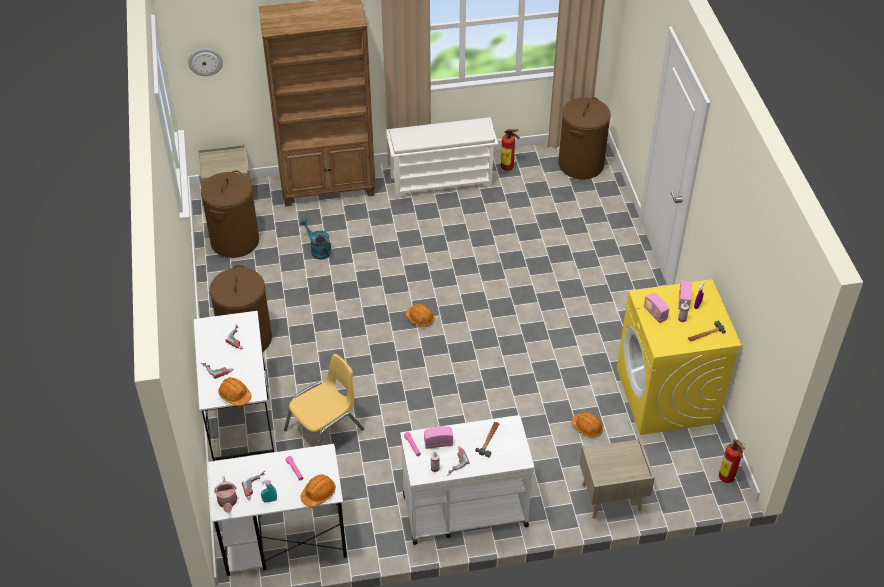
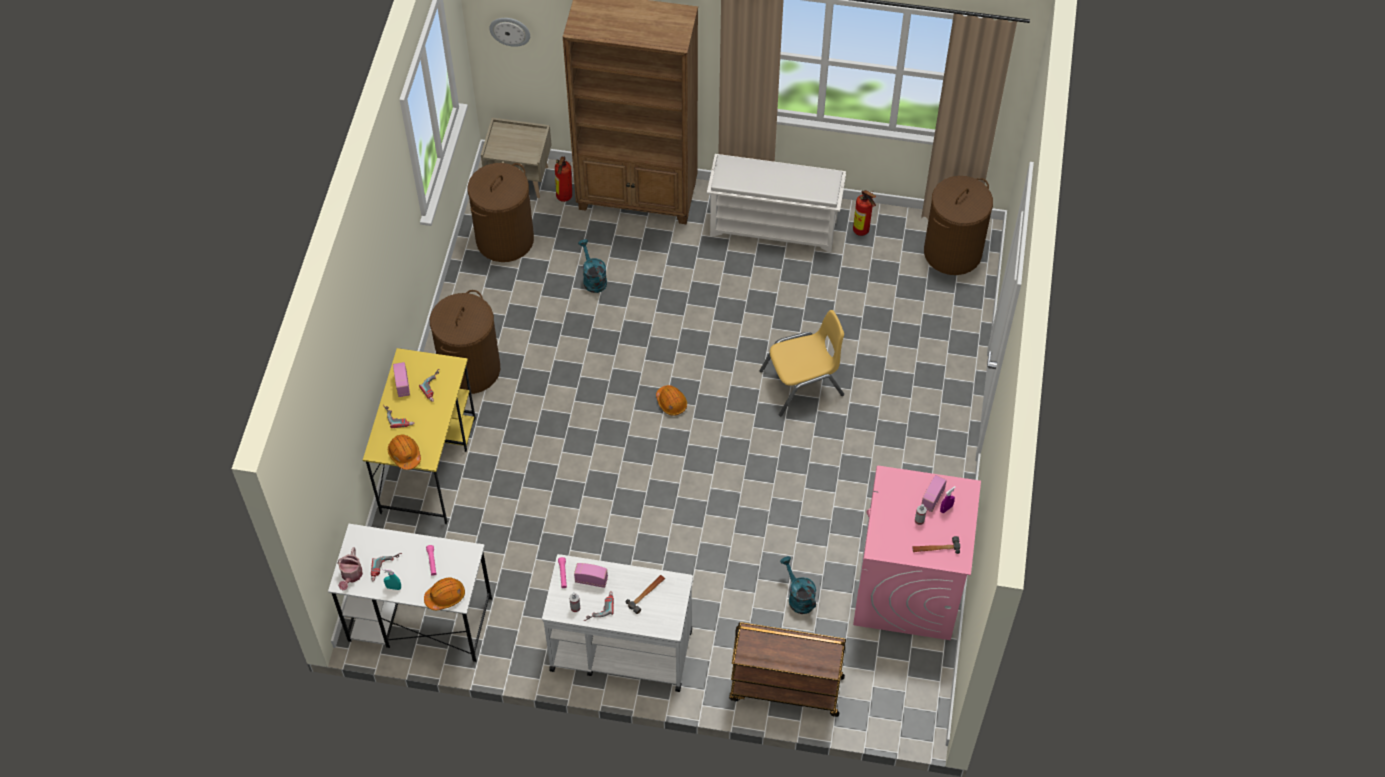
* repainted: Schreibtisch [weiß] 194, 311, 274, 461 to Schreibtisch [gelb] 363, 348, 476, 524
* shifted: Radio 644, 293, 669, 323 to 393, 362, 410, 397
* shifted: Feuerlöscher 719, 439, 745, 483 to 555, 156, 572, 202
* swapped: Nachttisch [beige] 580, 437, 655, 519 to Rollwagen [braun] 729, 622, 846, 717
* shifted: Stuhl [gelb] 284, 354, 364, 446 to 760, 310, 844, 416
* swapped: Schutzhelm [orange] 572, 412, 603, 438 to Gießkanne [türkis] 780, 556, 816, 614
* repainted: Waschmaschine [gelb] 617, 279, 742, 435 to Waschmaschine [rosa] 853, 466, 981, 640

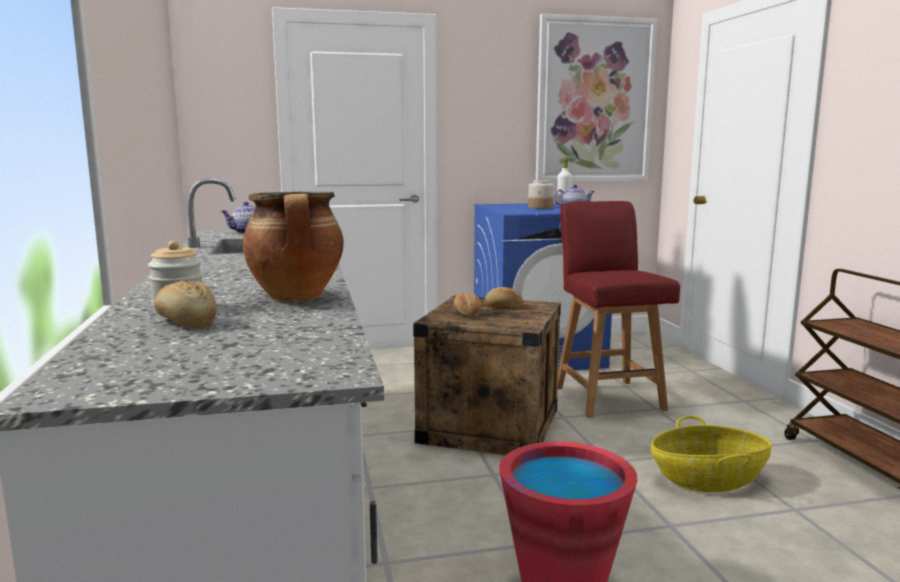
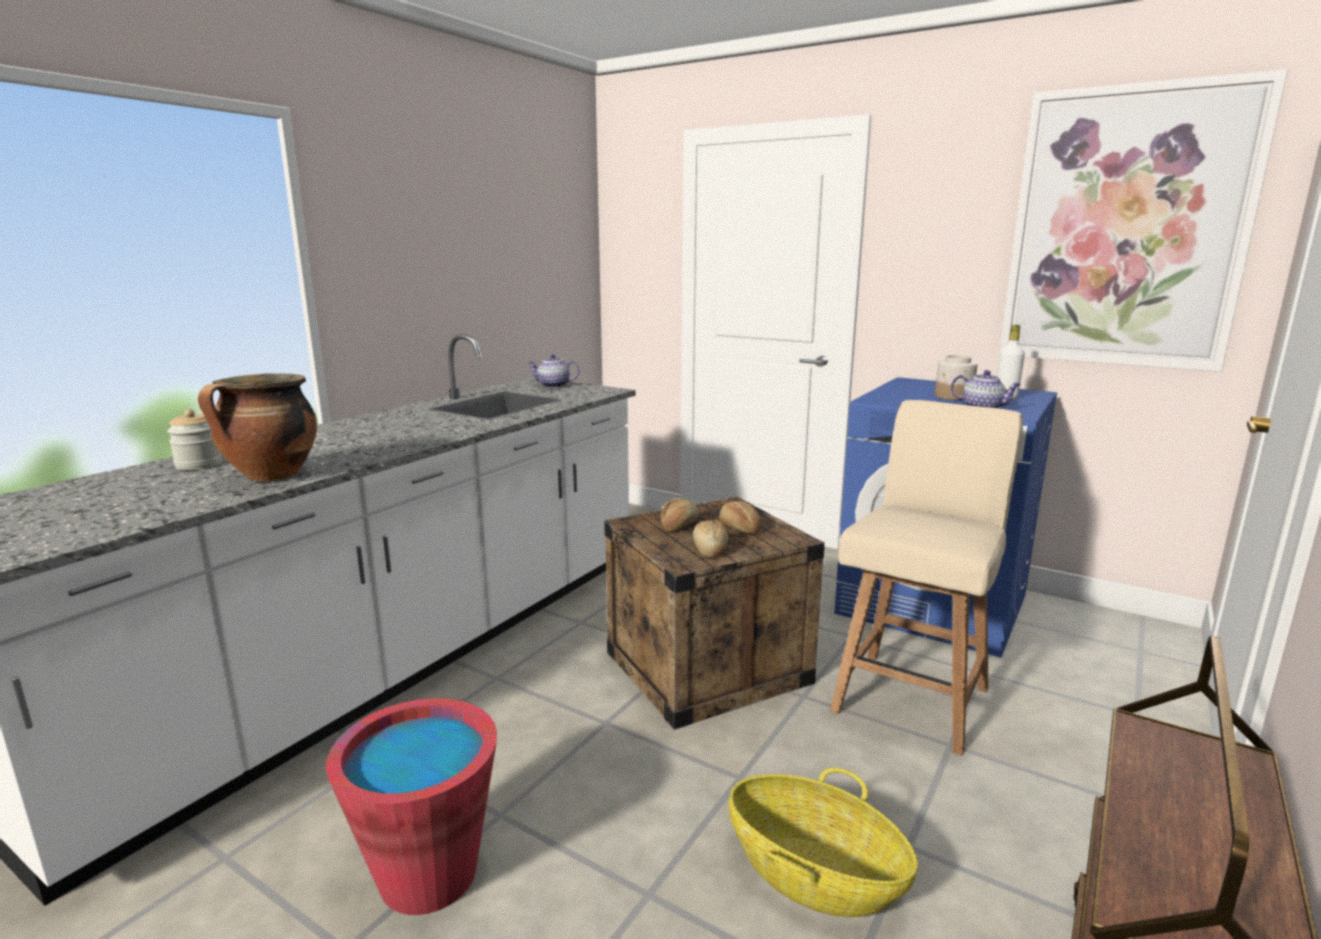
* shifted: Brot 154, 280, 217, 329 to 693, 520, 728, 558
* repainted: Stuhl [rot] 558, 201, 680, 418 to Stuhl [beige] 830, 400, 1023, 756

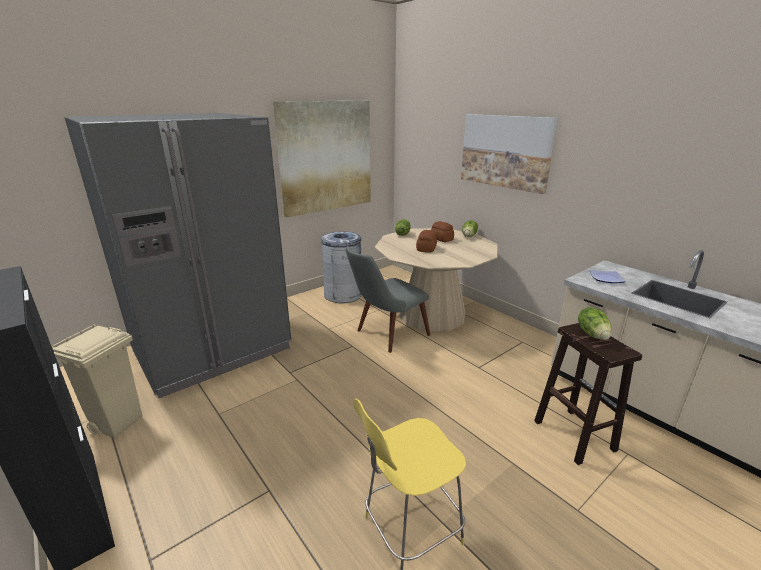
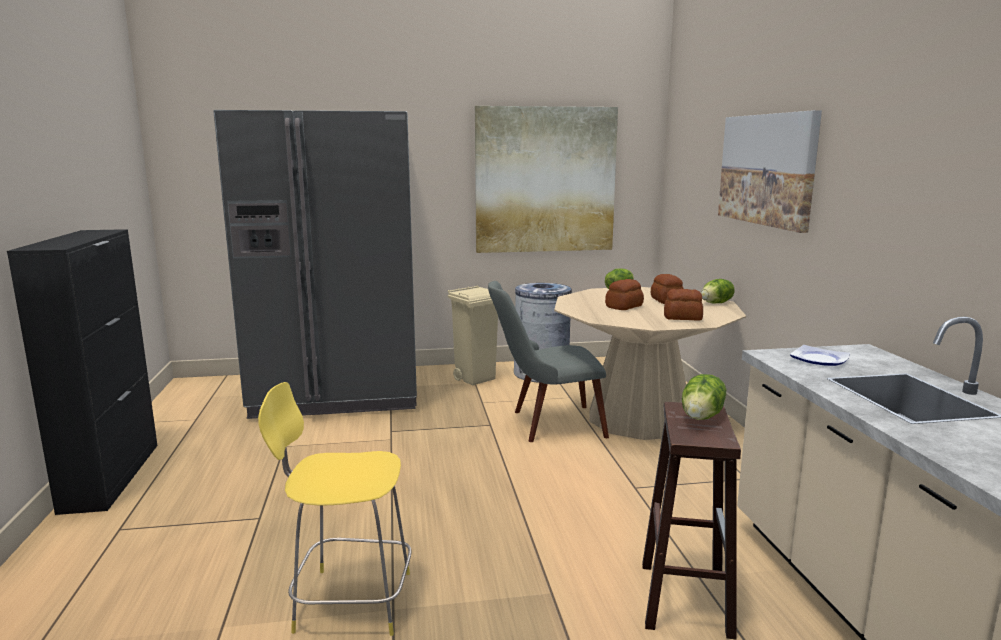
* shifted: Mülleimer [beige] 51, 324, 142, 438 to 448, 285, 498, 386
* new: Brot 664, 289, 703, 321

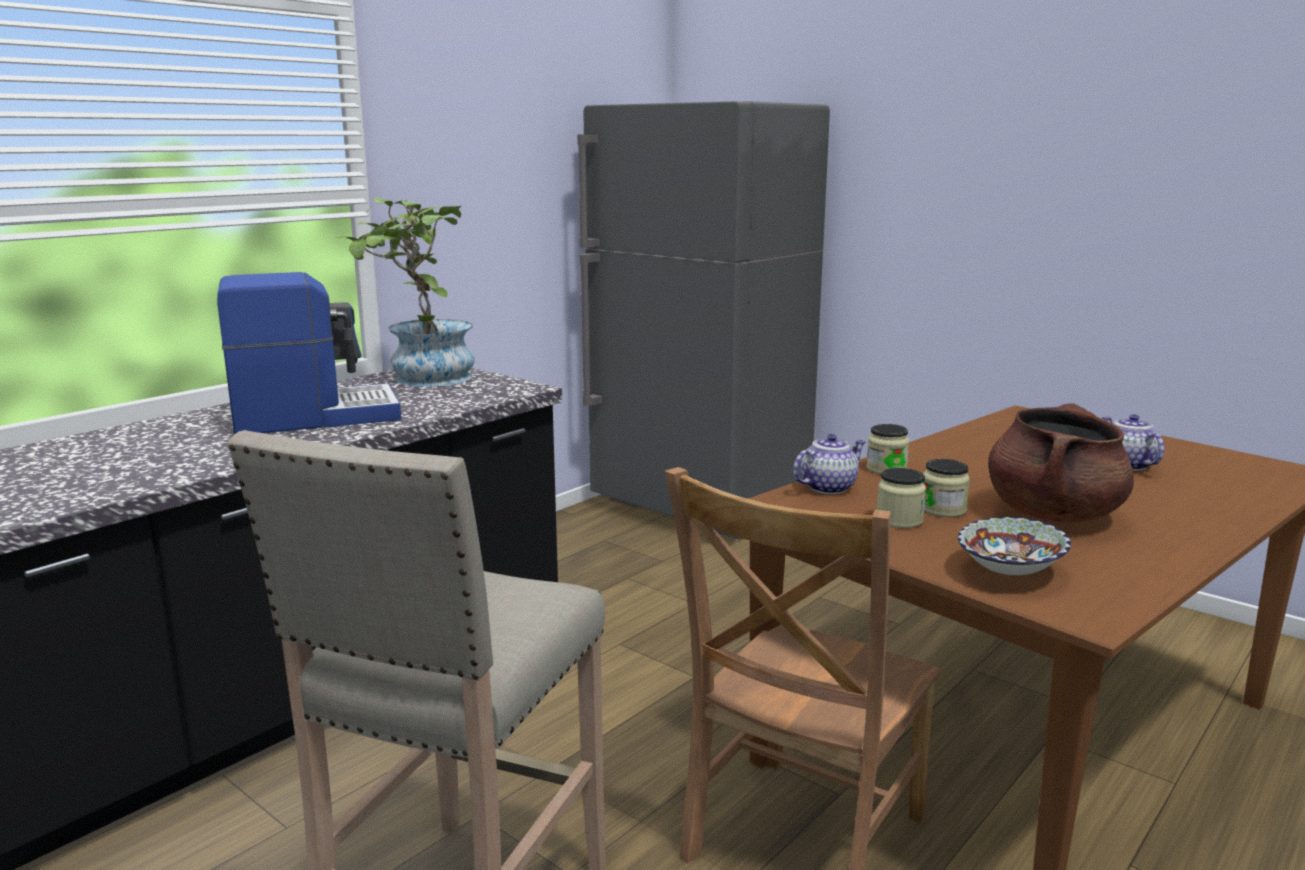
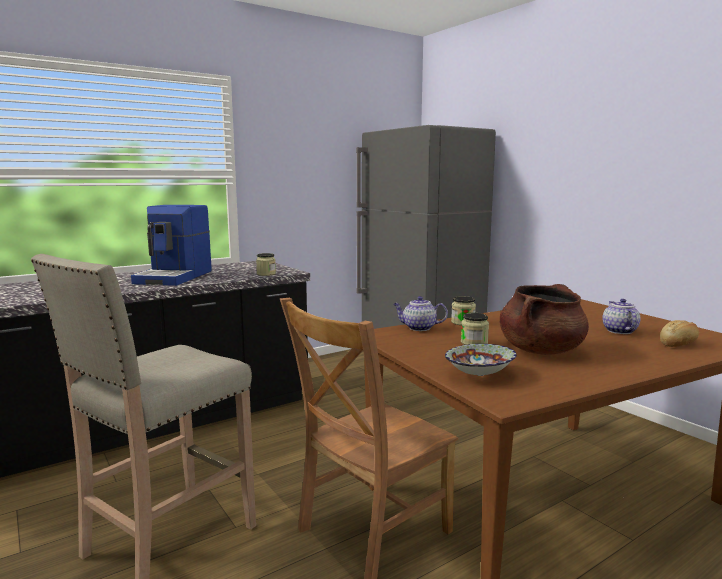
* rotated: Kaffeemaschine 217, 272, 401, 434 = 131, 205, 212, 286 105 degrees clockwise
* shifted: Vorratsglas 877, 468, 926, 528 to 256, 253, 276, 276
* rotated: Teekanne 793, 434, 865, 494 = 393, 296, 448, 331 150 degrees counterclockwise
* new: Brot 660, 320, 699, 347
* gone: Topfpflanze 335, 197, 475, 387

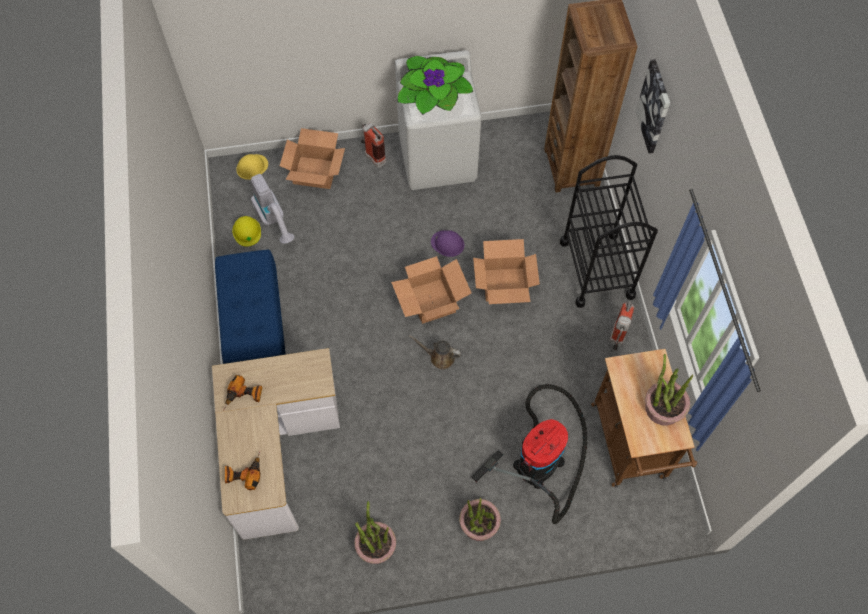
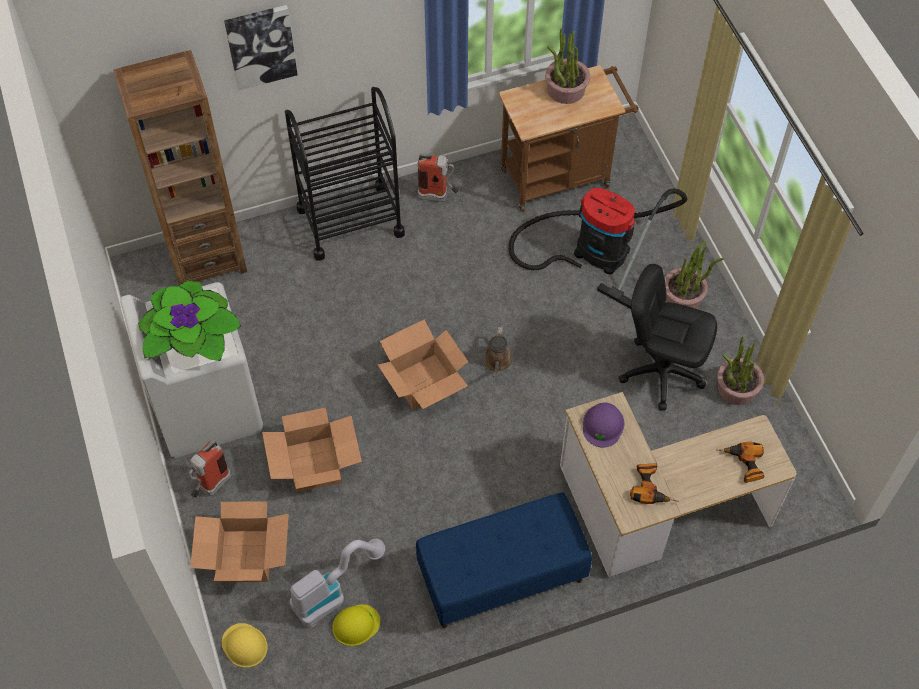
* shifted: Karton 473, 239, 540, 304 to 262, 407, 362, 492
* shifted: Schutzhelm [lila] 431, 230, 464, 257 to 583, 403, 625, 447
* new: Bürostuhl [schwarz] 619, 264, 717, 411

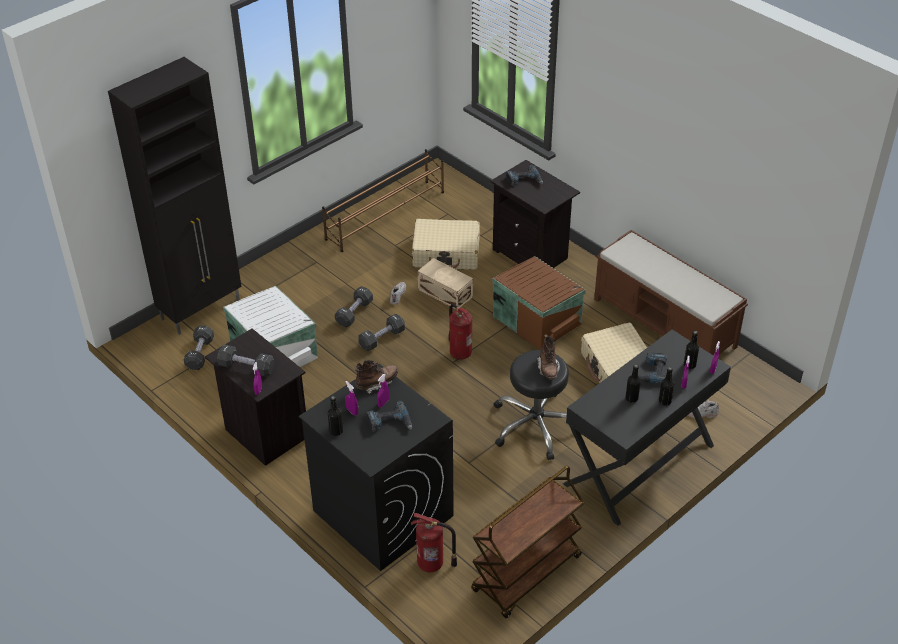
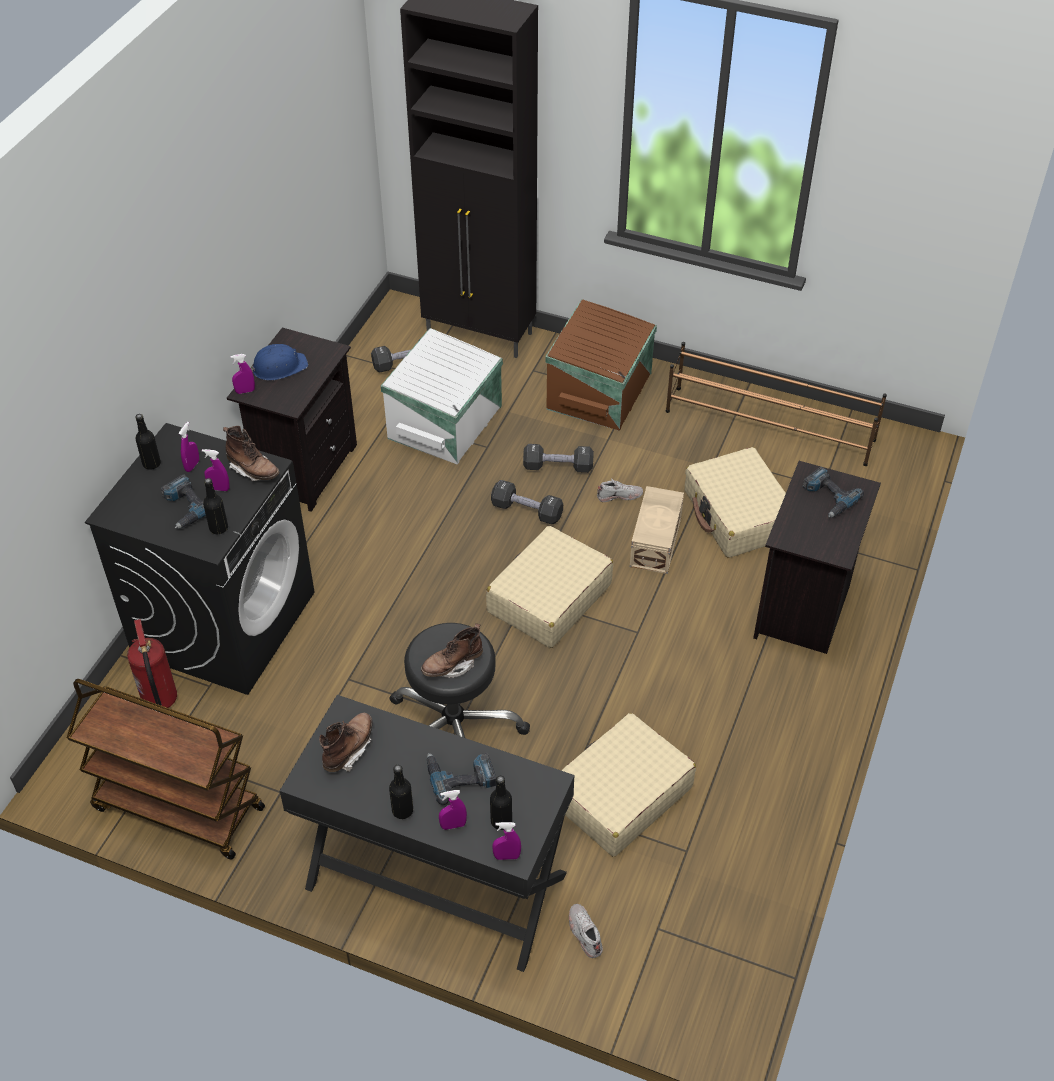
* shifted: Flasche [schwarz] 625, 364, 641, 403 to 203, 478, 228, 534
* swapped: Hantel [schwarz] 216, 345, 274, 376 to Schutzhelm [blau] 250, 344, 308, 380
* new: Stiefel [braun] 319, 713, 372, 772
* swapped: Feuerlöscher 448, 304, 472, 360 to Koffer [beige] 486, 526, 613, 648
* shifted: Aufbewahrungsbox [braun] 492, 256, 586, 350 to 545, 299, 657, 431
* gone: Bank [braun] 594, 230, 748, 356

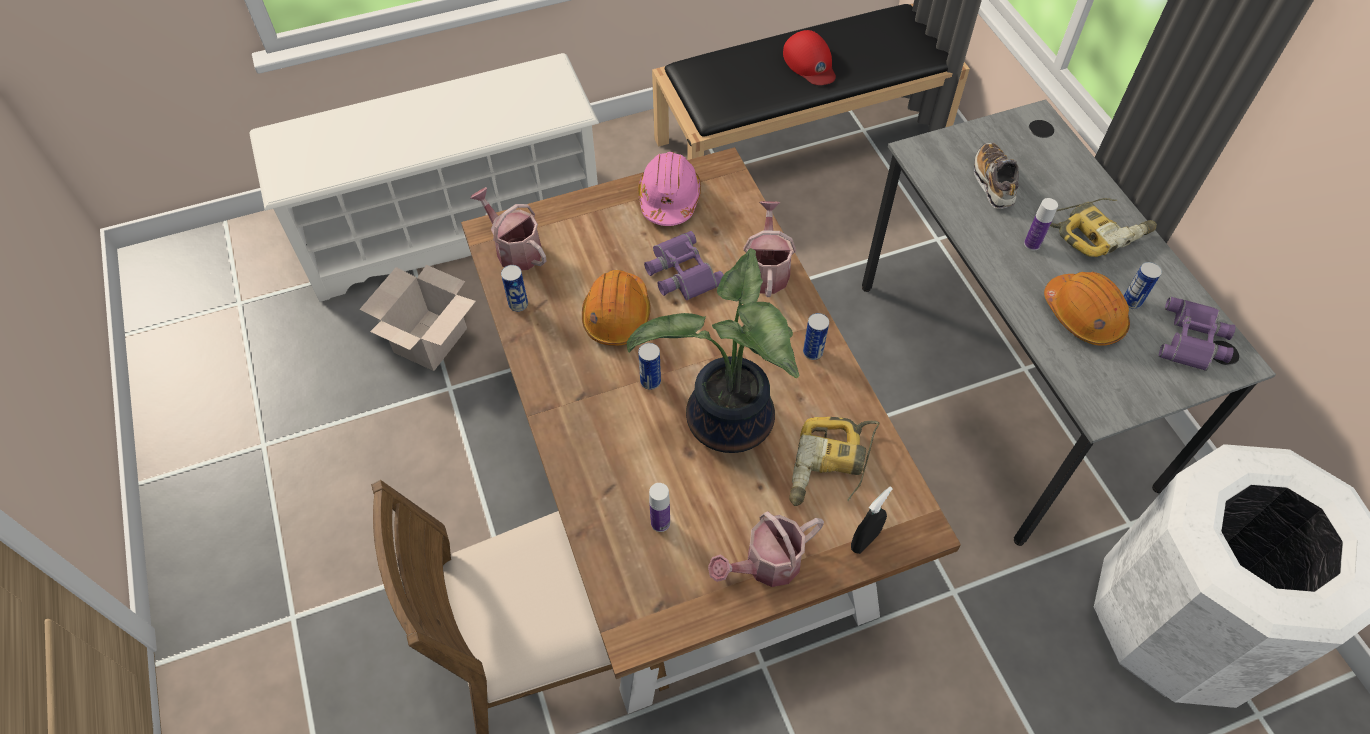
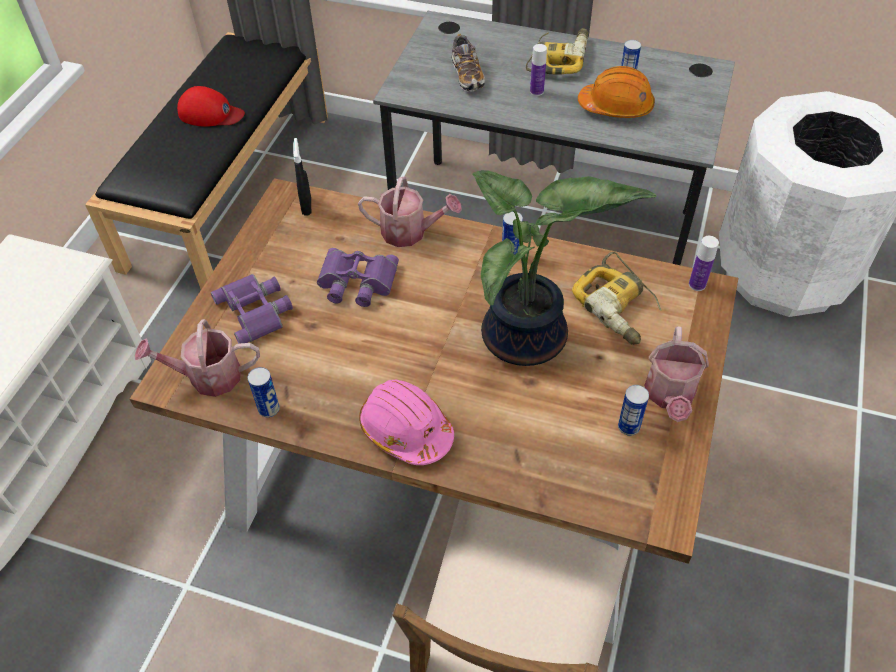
* shifted: Fernglas [lila] 1159, 297, 1235, 371 to 211, 274, 293, 344
* shifted: Sprühflasche [schwarz] 851, 487, 893, 554 to 293, 138, 311, 216
* rotated: Gießkanne 744, 201, 796, 297 = 358, 177, 462, 247 150 degrees clockwise
* shifted: Schutzhelm [rosa] 638, 152, 701, 226 to 359, 380, 454, 465
* rotated: Schuh 974, 143, 1019, 209 = 452, 34, 485, 92 135 degrees counterclockwise
* shifted: Dose 638, 343, 661, 390 to 618, 385, 649, 436
* shifted: Flasche 649, 483, 670, 532 to 689, 236, 719, 291
* gone: Karton 360, 265, 476, 371
* gone: Schutzhelm [orange] 582, 270, 651, 346

